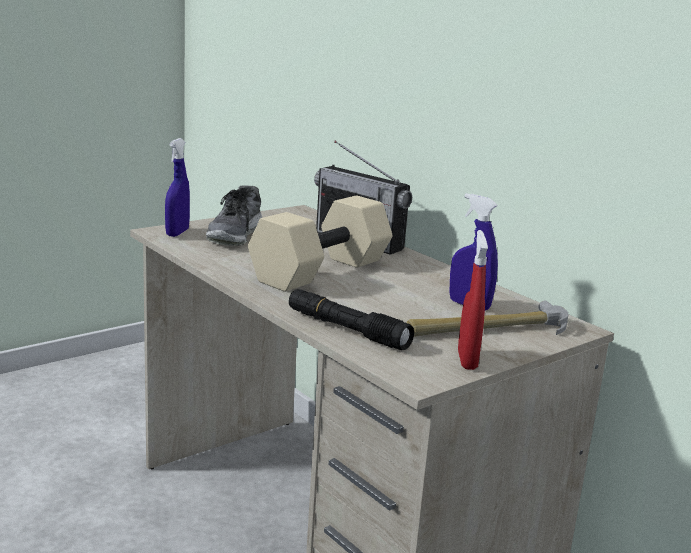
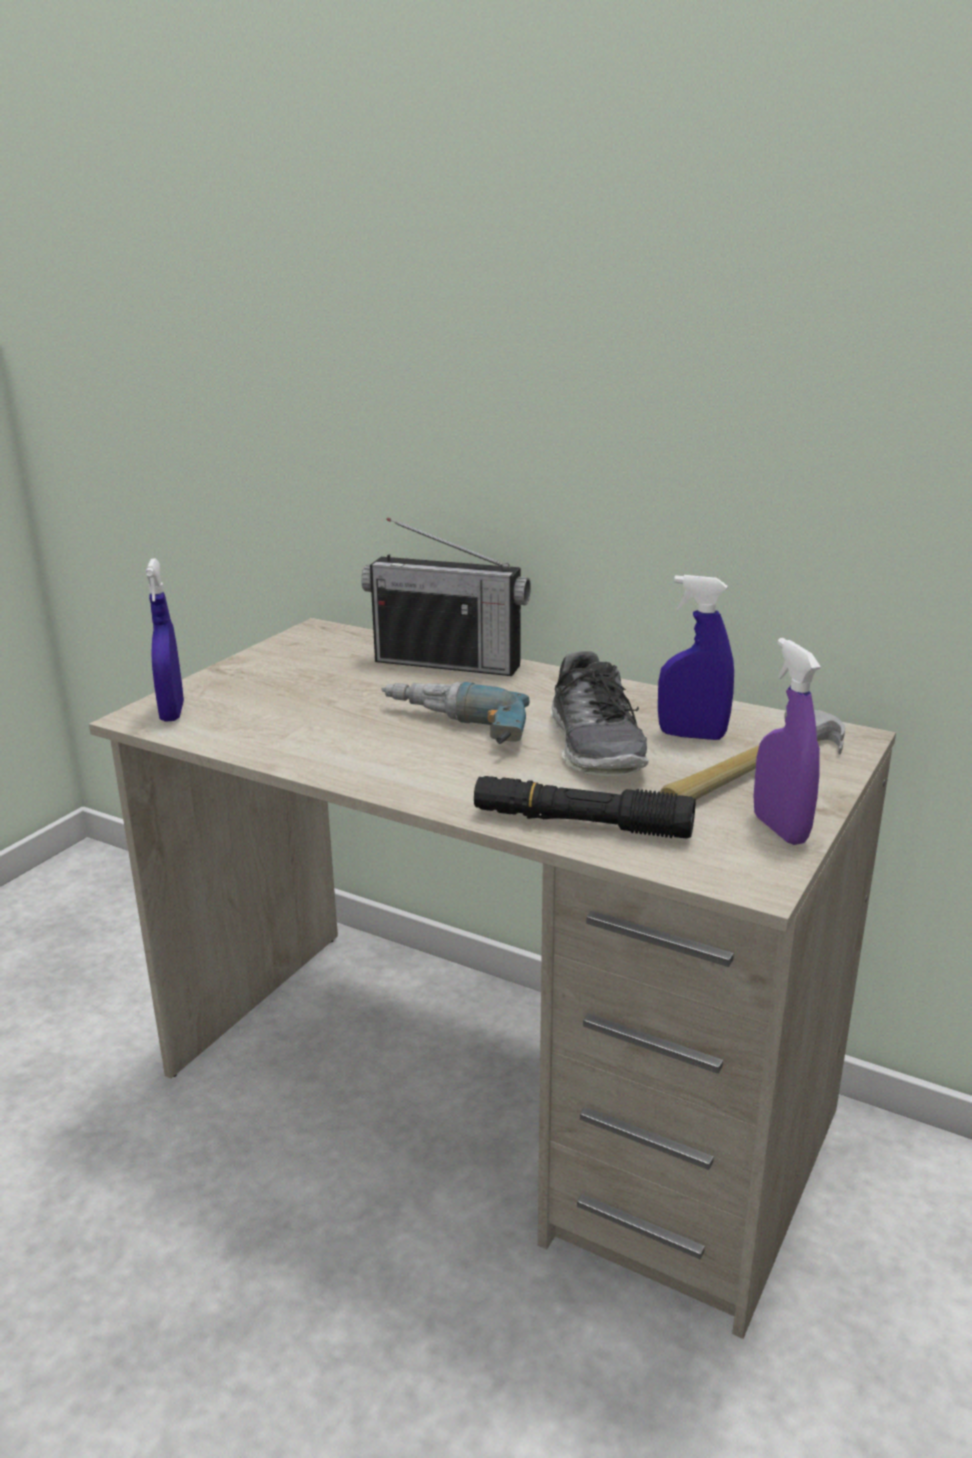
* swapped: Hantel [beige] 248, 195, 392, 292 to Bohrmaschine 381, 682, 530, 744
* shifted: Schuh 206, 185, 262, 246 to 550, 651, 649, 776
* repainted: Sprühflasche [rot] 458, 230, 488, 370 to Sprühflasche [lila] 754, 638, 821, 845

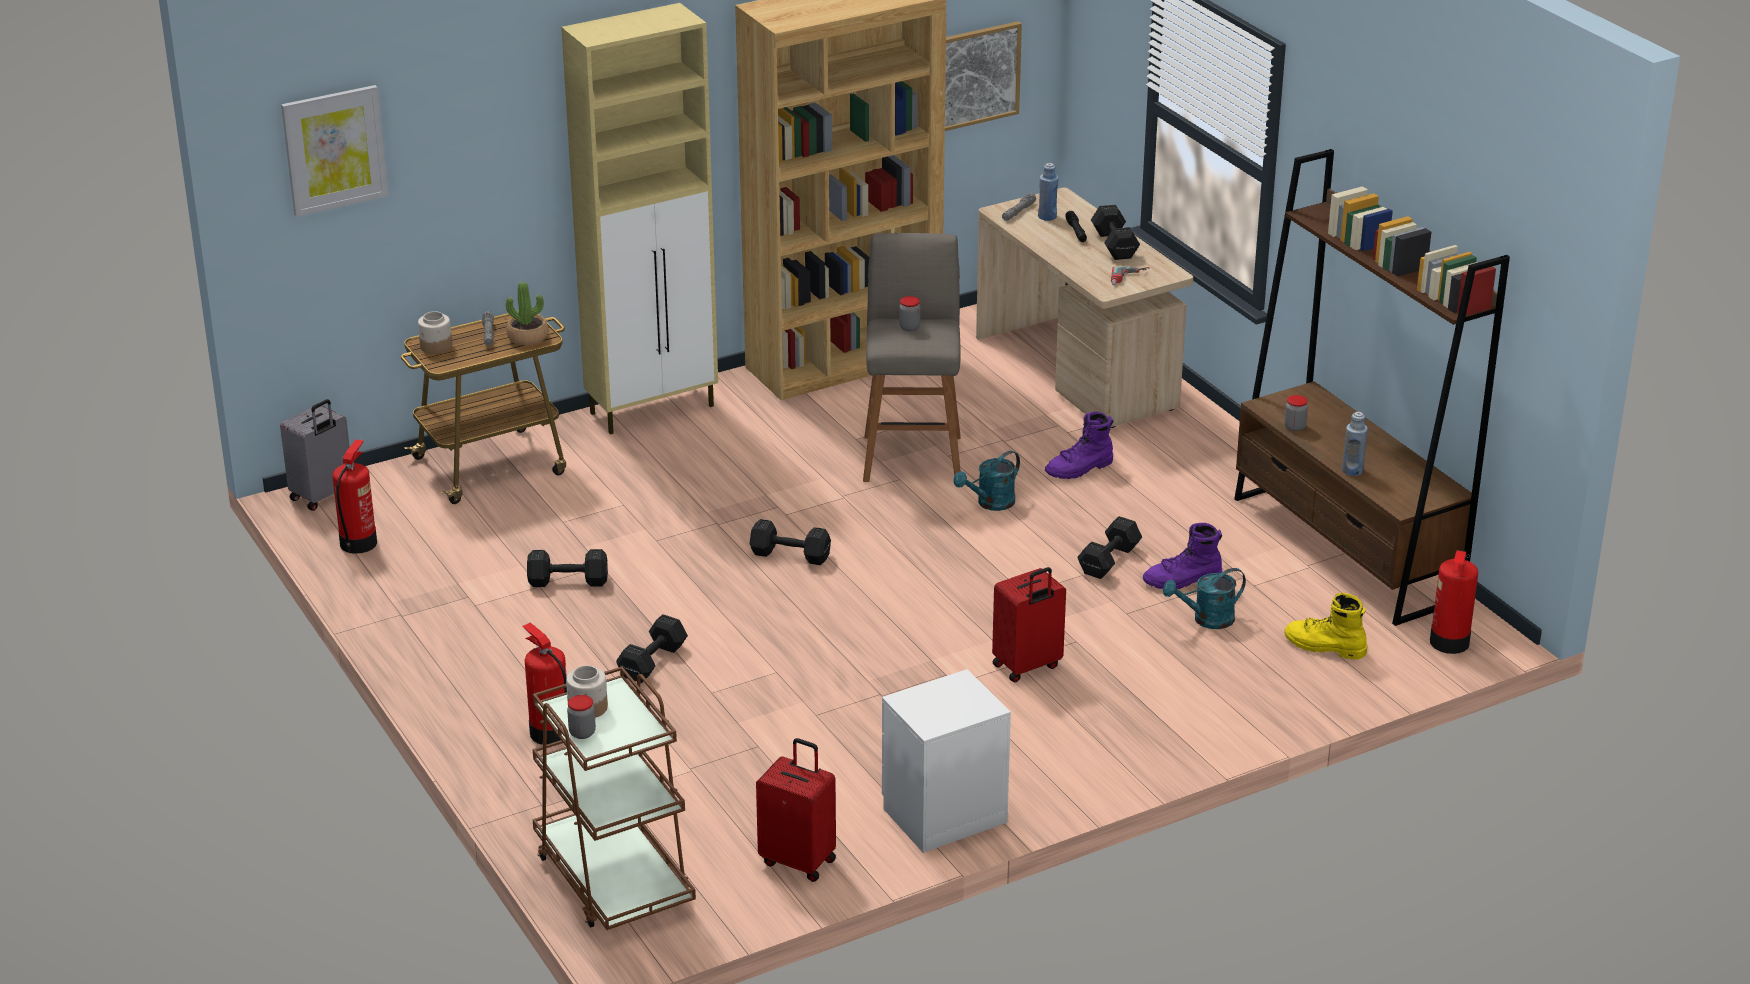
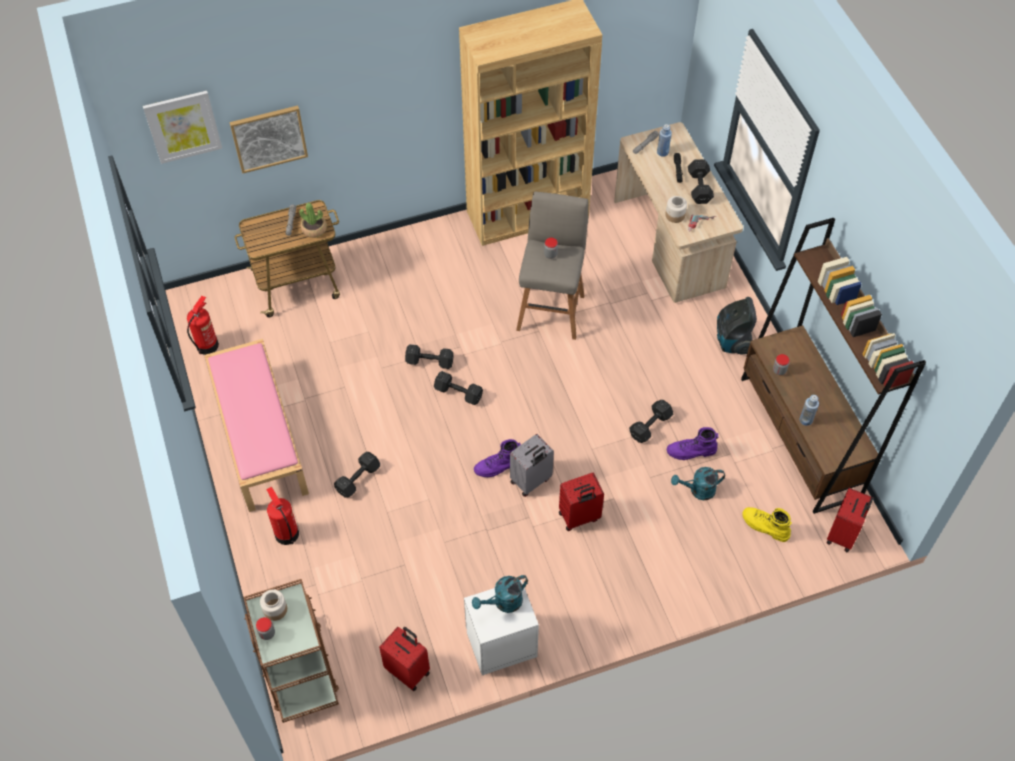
* new: Bank [rosa] 205, 339, 309, 512
* shifted: Bild 945, 21, 1022, 131 to 230, 105, 308, 174
* shifted: Hantel [schwarz] 527, 549, 608, 587 to 405, 344, 454, 369
* shifted: Gießkanne [türkis] 953, 450, 1020, 511 to 472, 575, 528, 613
* shifted: Stiefel [lila] 1045, 411, 1113, 479 to 474, 439, 521, 478
* shifted: Koffer [grau] 280, 399, 350, 511 to 510, 434, 554, 497
* shifted: Vorratsglas 418, 311, 452, 354 to 665, 196, 687, 223
* new: Staubsauger 717, 297, 757, 354
* swapped: Feuerlöscher 1430, 550, 1478, 654 to Koffer [rot] 827, 488, 874, 552
* gone: Schrank [beige] 561, 3, 718, 434

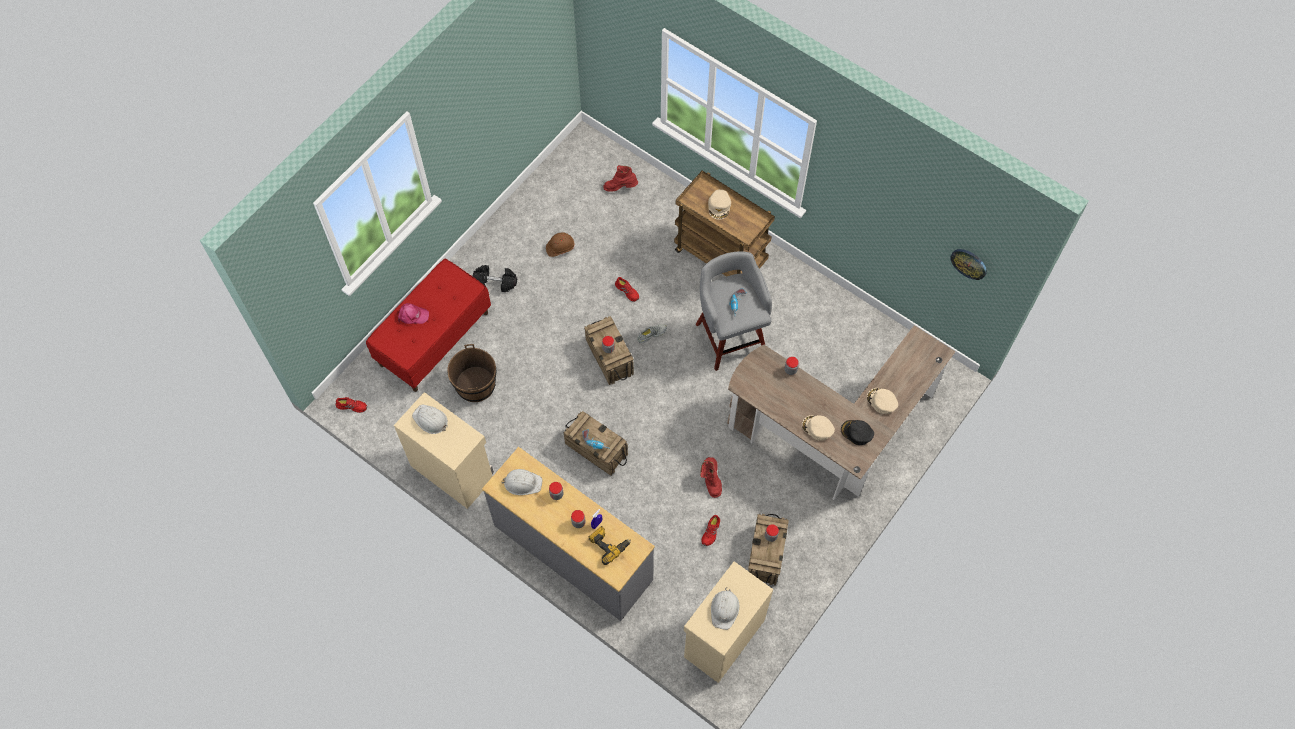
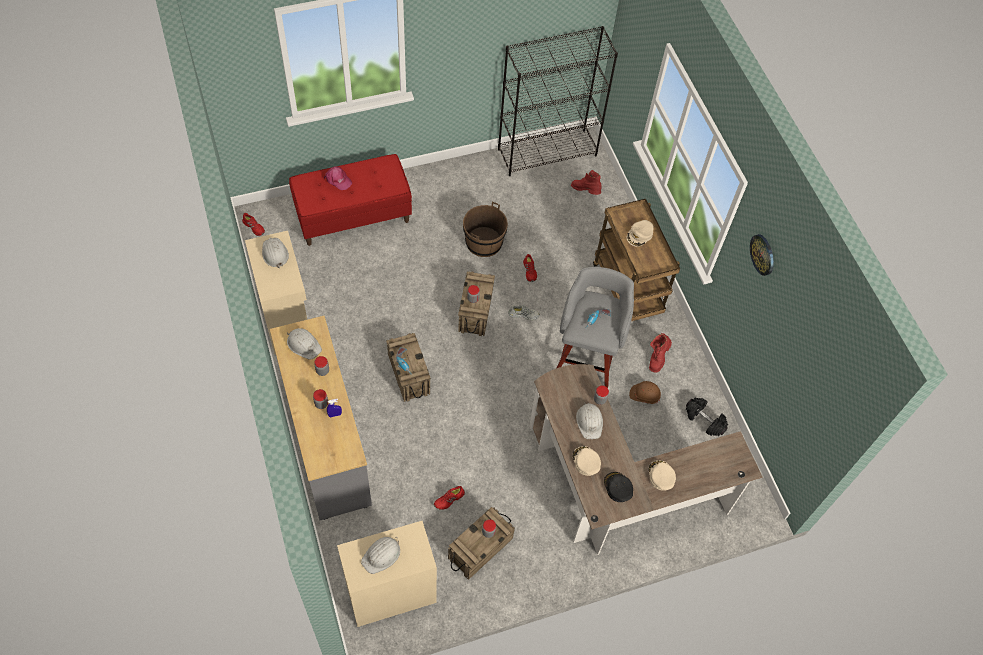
* shifted: Eimer [braun] 447, 344, 497, 402 to 463, 202, 508, 257
* new: Bücherregal [schwarz] 498, 26, 618, 176
* new: Schutzhelm [weiß] 576, 401, 603, 439
* shifted: Schutzhelm [braun] 546, 232, 575, 257 to 629, 381, 661, 404
* shifted: Stiefel [rot] 700, 457, 722, 498 to 649, 333, 672, 373
* shifted: Hantel [schwarz] 473, 265, 517, 292 to 686, 398, 728, 436
* shifted: Wanduhr 950, 249, 987, 280 to 750, 234, 774, 276
* gone: Bohrmaschine 589, 526, 630, 565

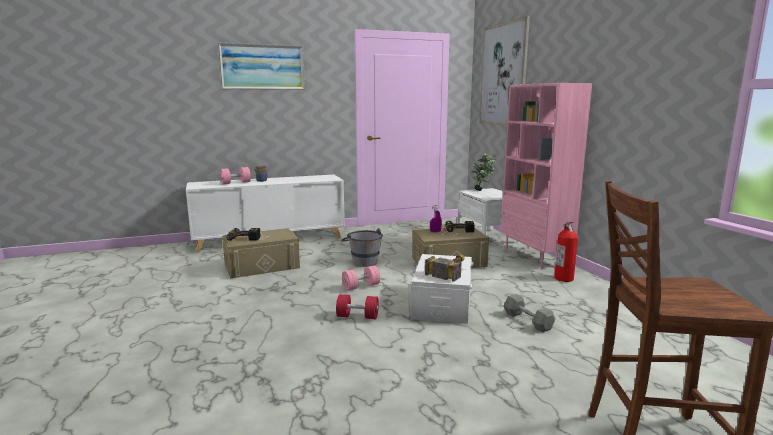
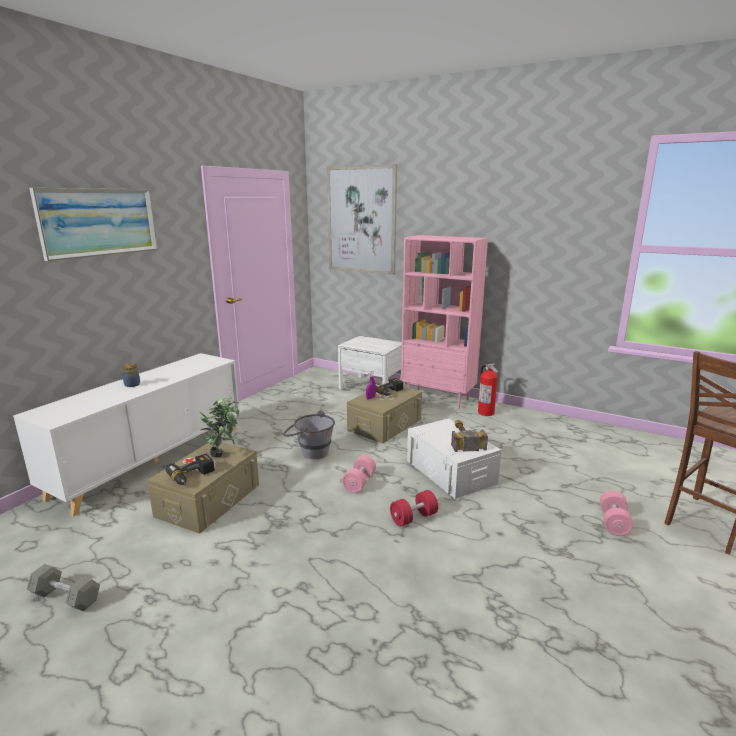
* shifted: Hantel [grau] 504, 294, 555, 332 to 26, 564, 100, 612
* shifted: Topfpflanze 471, 153, 497, 191 to 200, 397, 239, 458
* shifted: Hantel [rosa] 220, 167, 251, 184 to 600, 491, 633, 536

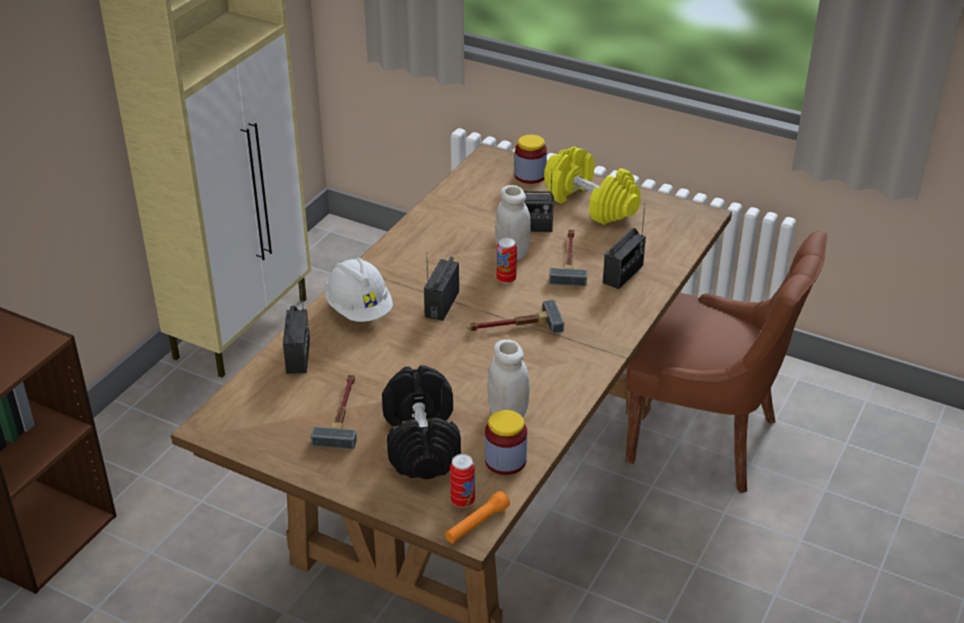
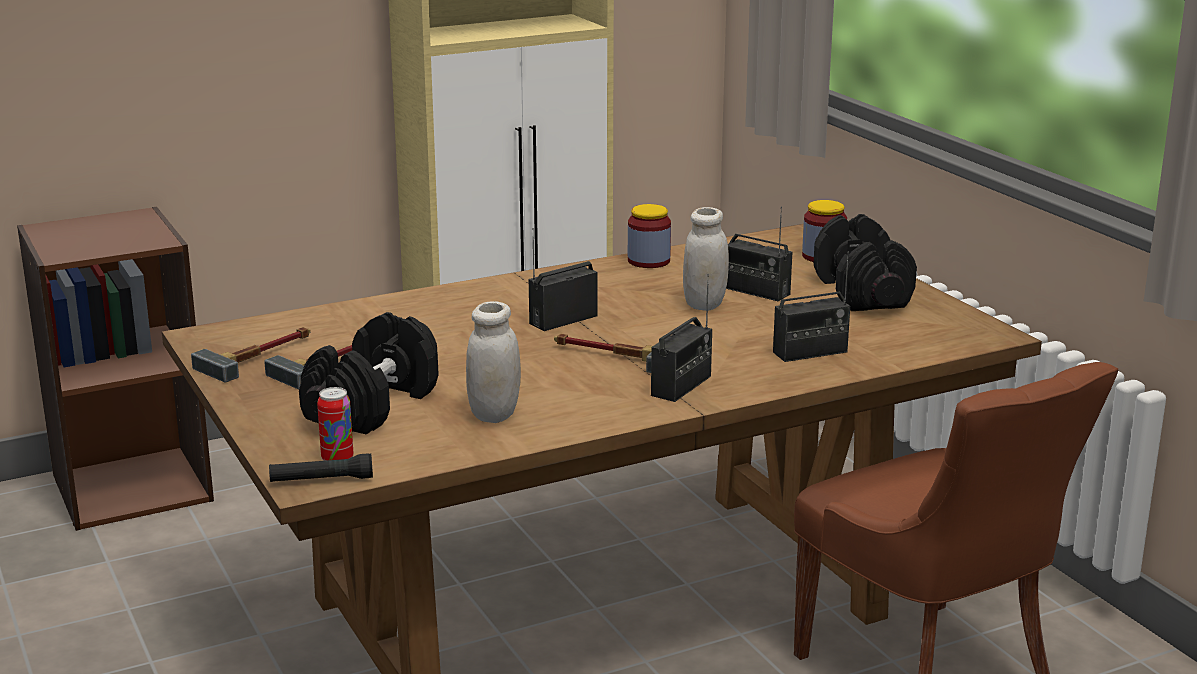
* shifted: Hammer 549, 229, 587, 286 to 191, 327, 311, 383
* repainted: Taschenlampe [orange] 445, 491, 510, 543 to Taschenlampe [schwarz] 269, 453, 373, 482
* shifted: Vorratsglas 485, 410, 527, 475 to 628, 204, 671, 268
* shifted: Radio 283, 276, 310, 374 to 651, 274, 712, 402
* repainted: Hantel [gelb] 544, 147, 641, 225 to Hantel [schwarz] 814, 214, 917, 311
* gone: Schutzhelm [weiß] 325, 257, 393, 322
* gone: Dose 497, 237, 517, 284

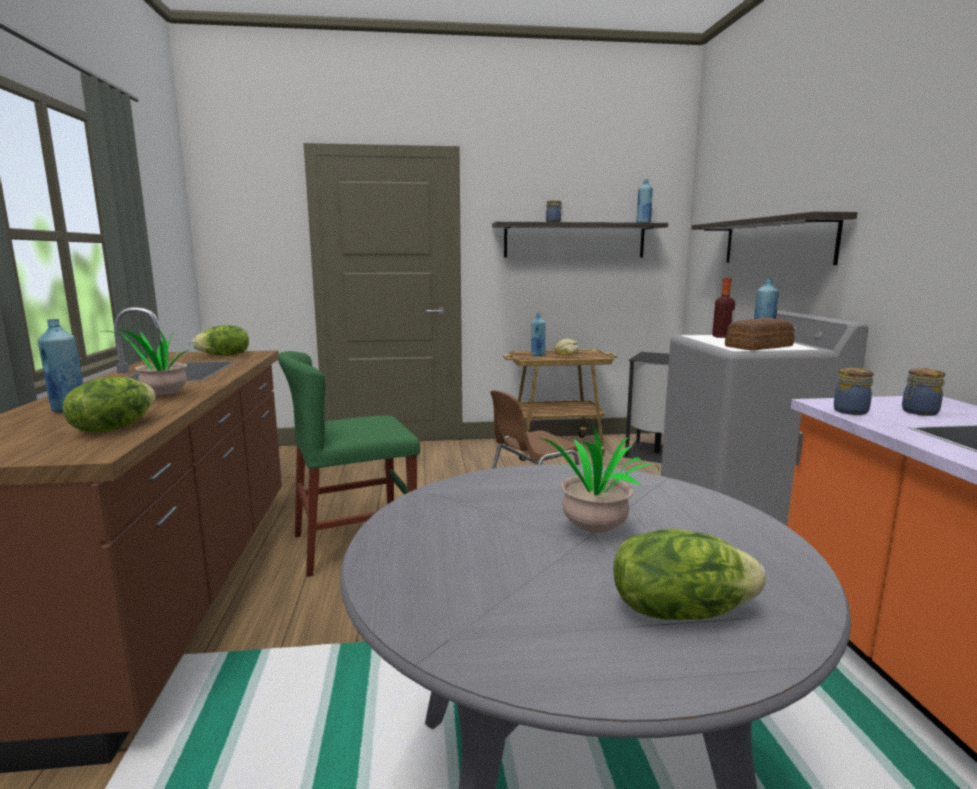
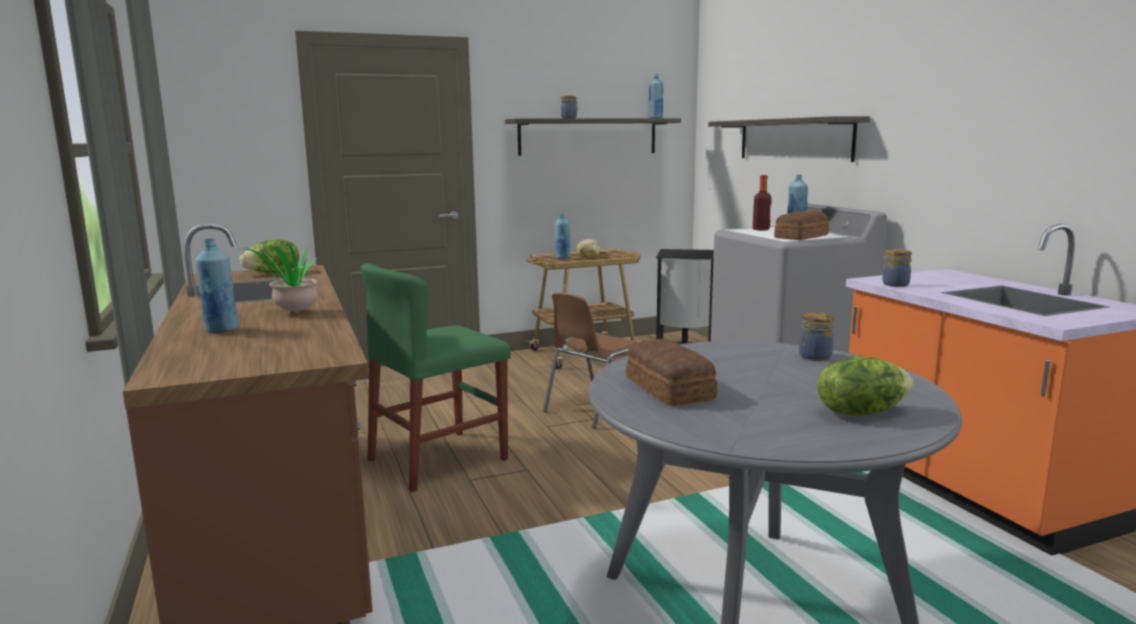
* new: Brot 626, 339, 718, 406
* shifted: Vorratsglas 902, 368, 945, 416 to 799, 312, 834, 361
* gone: Salatkopf 62, 377, 156, 432
* gone: Topfpflanze 526, 426, 659, 533

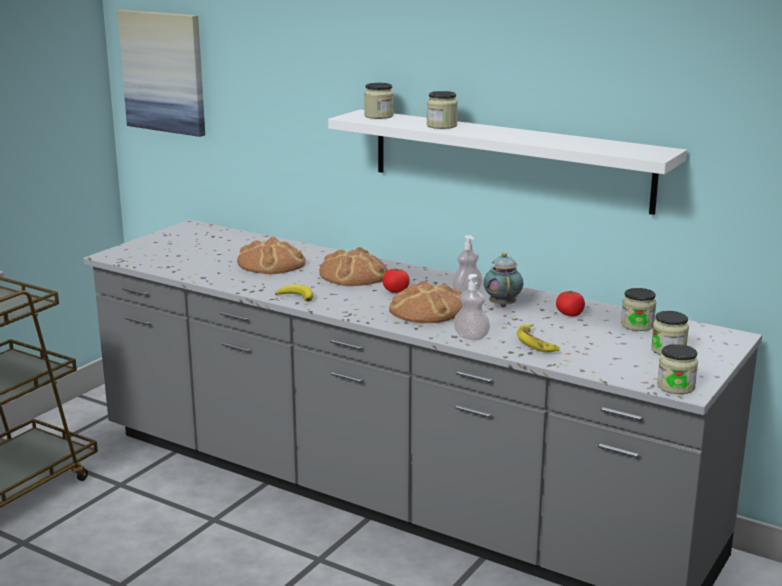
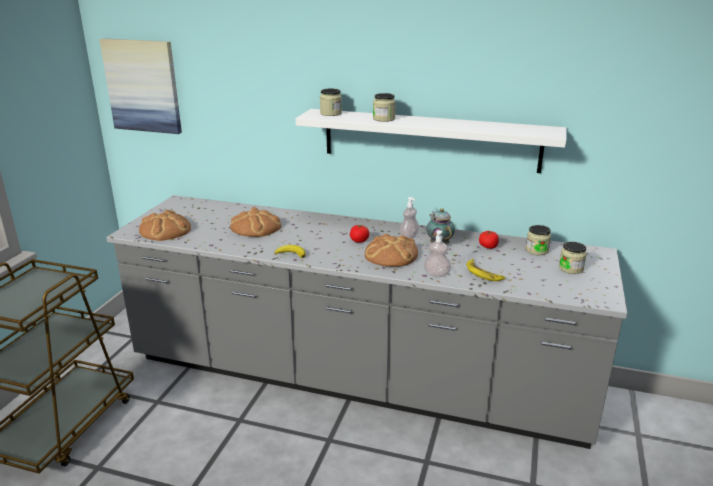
* shifted: Brot 319, 247, 388, 286 to 139, 210, 191, 241
* gone: Vorratsglas 657, 344, 698, 394

